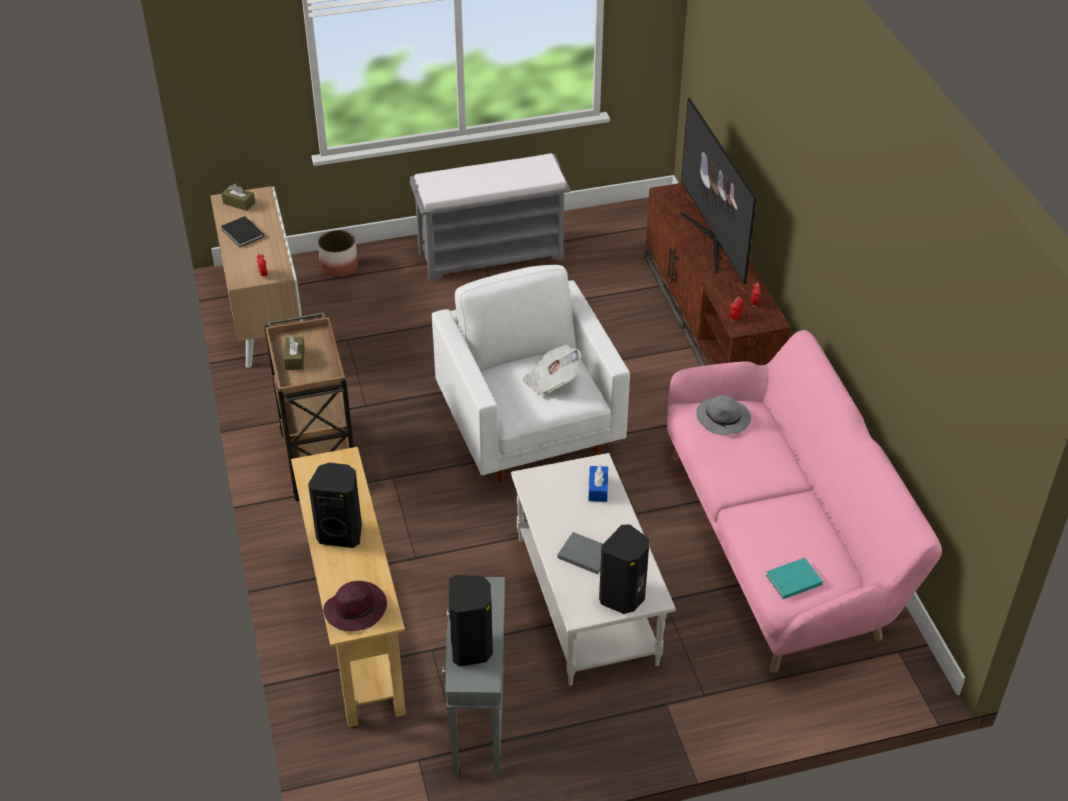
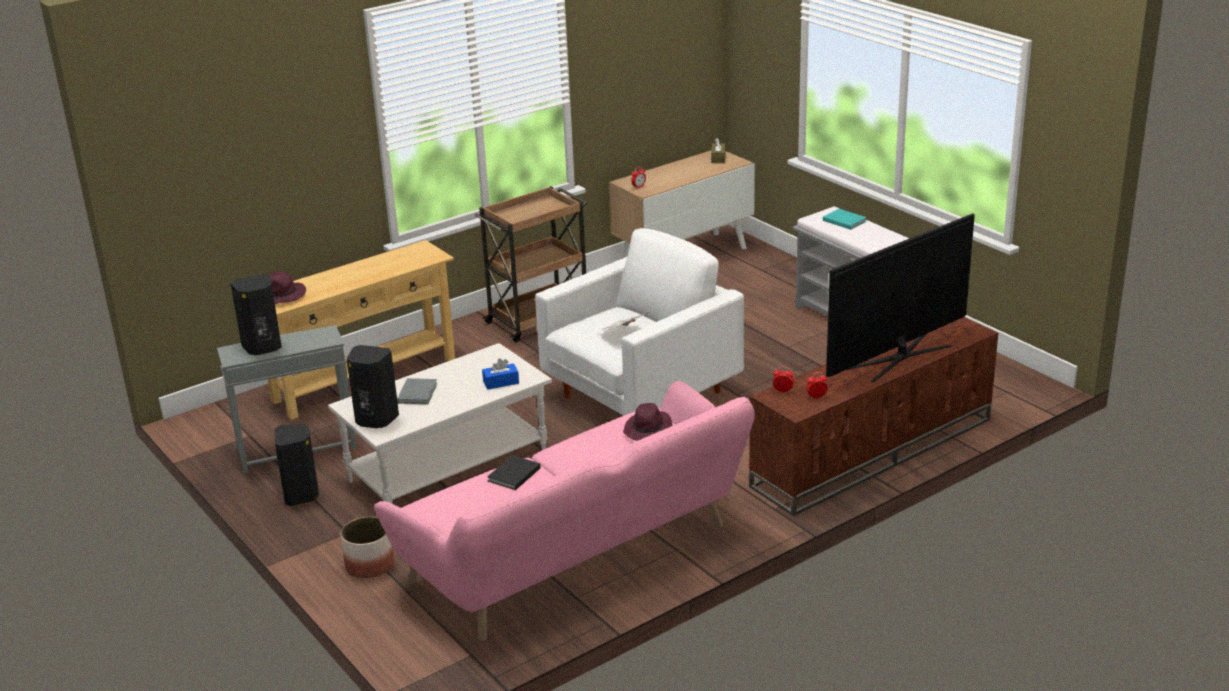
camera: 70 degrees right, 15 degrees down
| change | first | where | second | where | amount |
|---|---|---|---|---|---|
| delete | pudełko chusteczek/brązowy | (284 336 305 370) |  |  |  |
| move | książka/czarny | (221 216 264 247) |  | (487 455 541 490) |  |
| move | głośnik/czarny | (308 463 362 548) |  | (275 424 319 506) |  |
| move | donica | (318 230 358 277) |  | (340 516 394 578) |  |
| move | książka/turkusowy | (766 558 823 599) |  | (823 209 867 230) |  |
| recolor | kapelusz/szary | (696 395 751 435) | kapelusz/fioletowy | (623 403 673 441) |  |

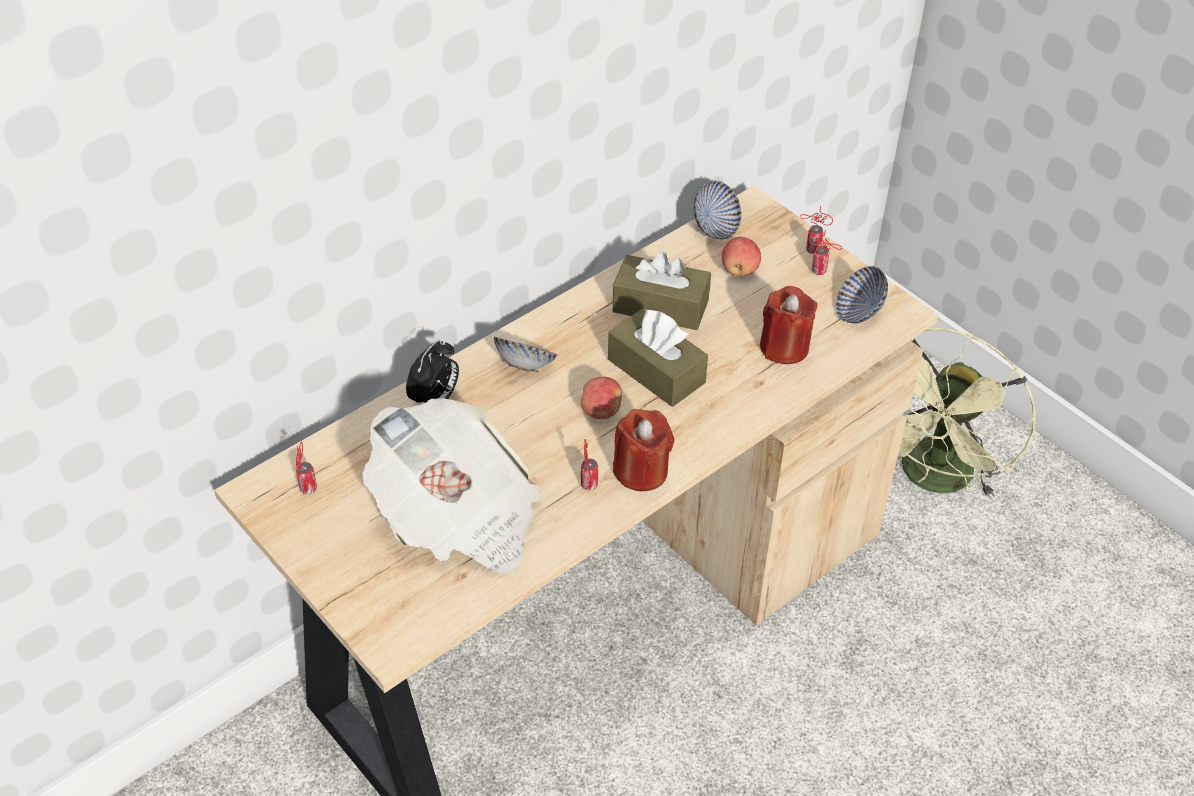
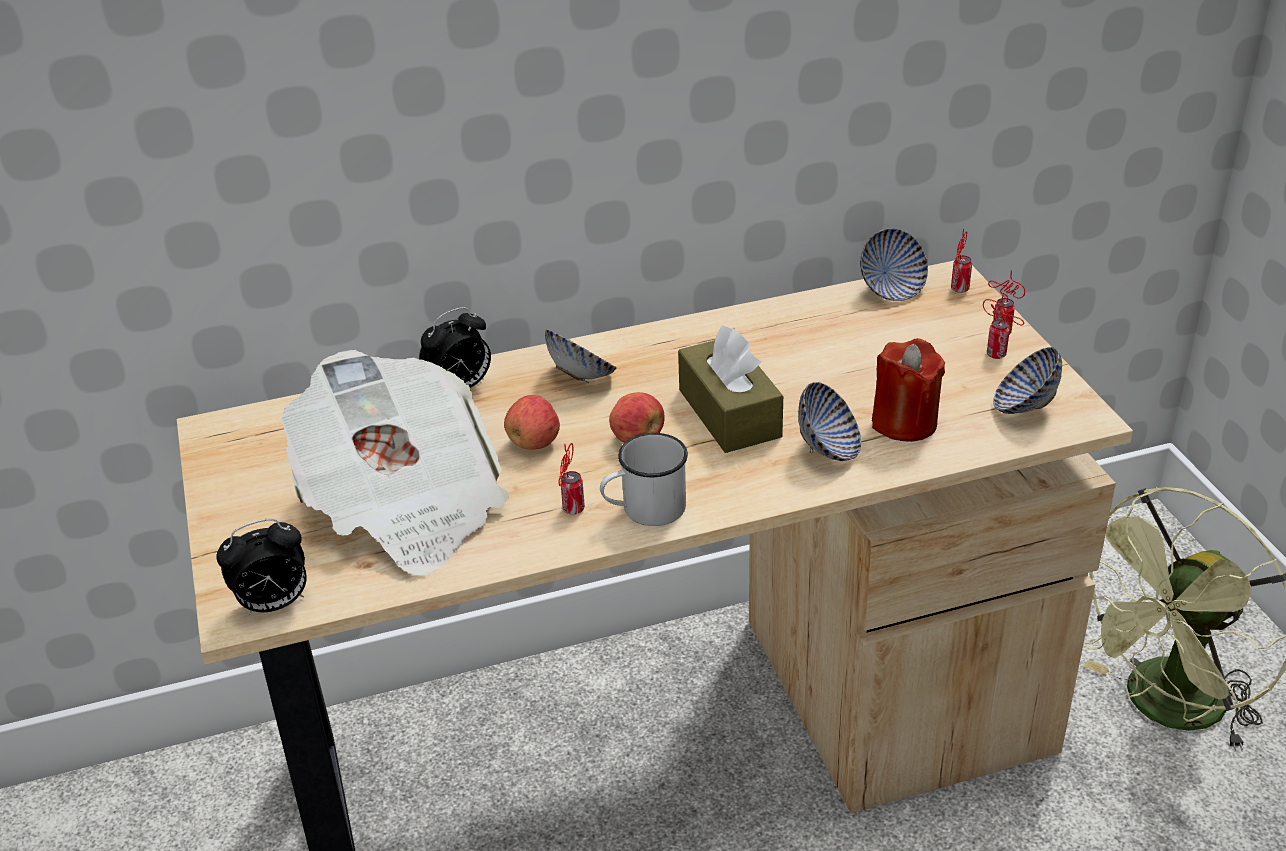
camera: 25 degrees right, 10 degrees down
| change | first | where | second | where | amount |
|---|---|---|---|---|---|
| delete | pudełko chusteczek/brązowy | (613 252 711 330) |  |  |  |
| insert |  |  | budzik | (216 518 307 616) |  |
| insert |  |  | miska | (798 382 861 461) |  |
| move | puszka | (296 442 317 494) |  | (951 229 972 293) |  |
| move | jabłko | (722 237 761 276) |  | (504 395 560 449) |  |
| replace | świeca/czerwony | (613 409 674 491) | kubek/biały | (600 433 688 526) |  |

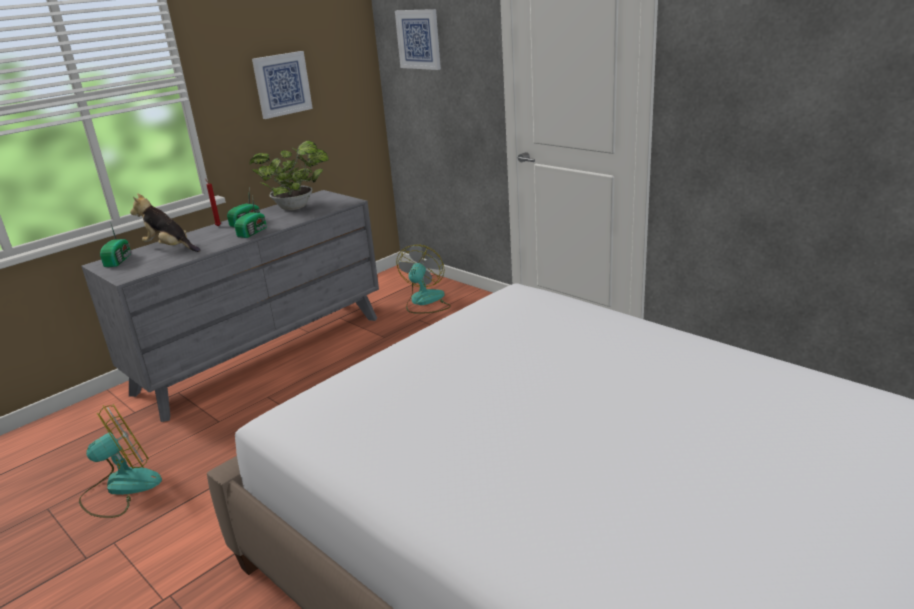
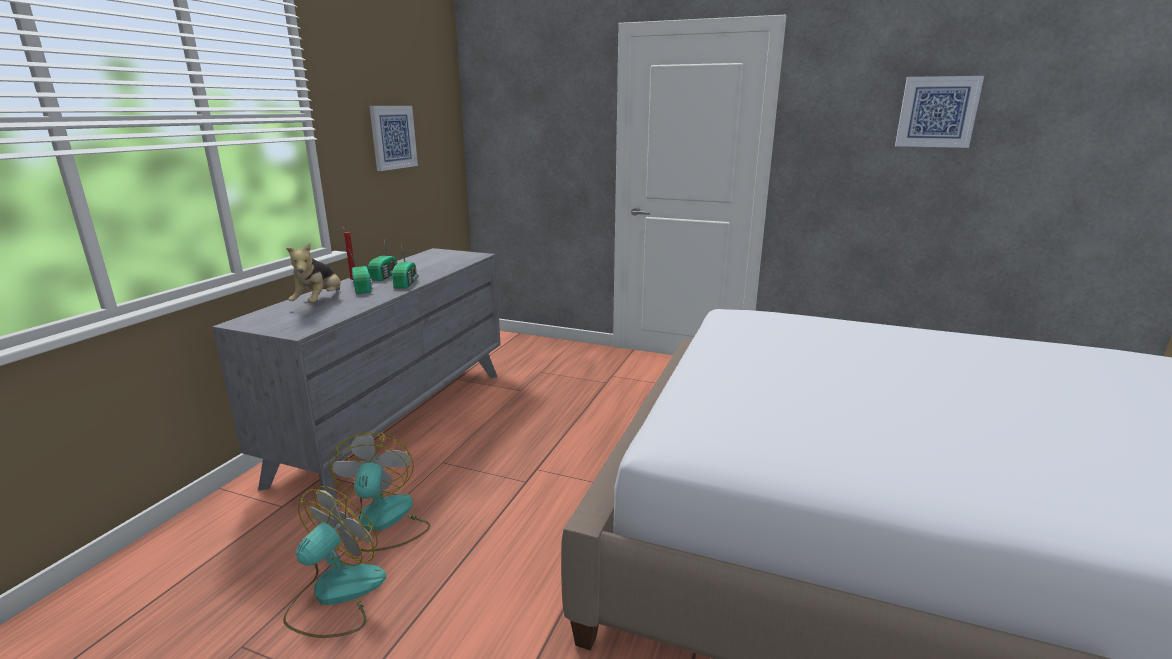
camera: 25 degrees left, 5 degrees down
| change | first | where | second | where | amount |
|---|---|---|---|---|---|
| delete | roślina doniczkowa | (249 140 329 210) |  |  |  |
| move | radio | (100 221 132 267) |  | (349 250 373 294) |  |
| move | obraz | (395 9 441 70) |  | (895 76 984 148) |  |
| move | wentylator | (396 245 451 314) |  | (329 432 431 552) |  |
| rotate | pluszak | (130 193 200 252) |  | (287 243 341 303) | 90 degrees counterclockwise |

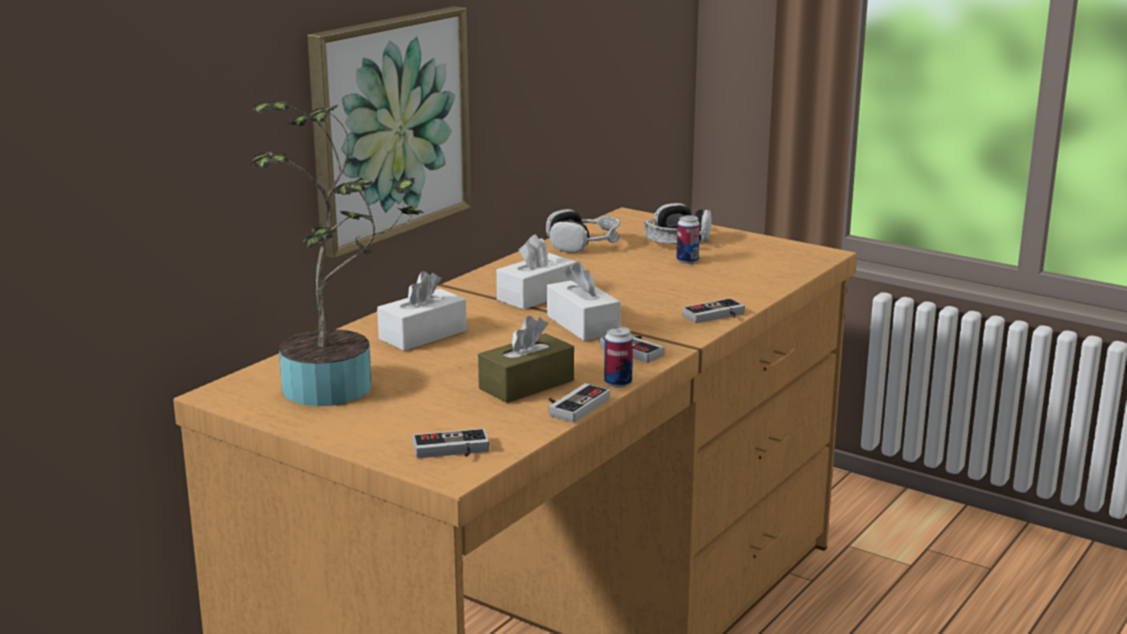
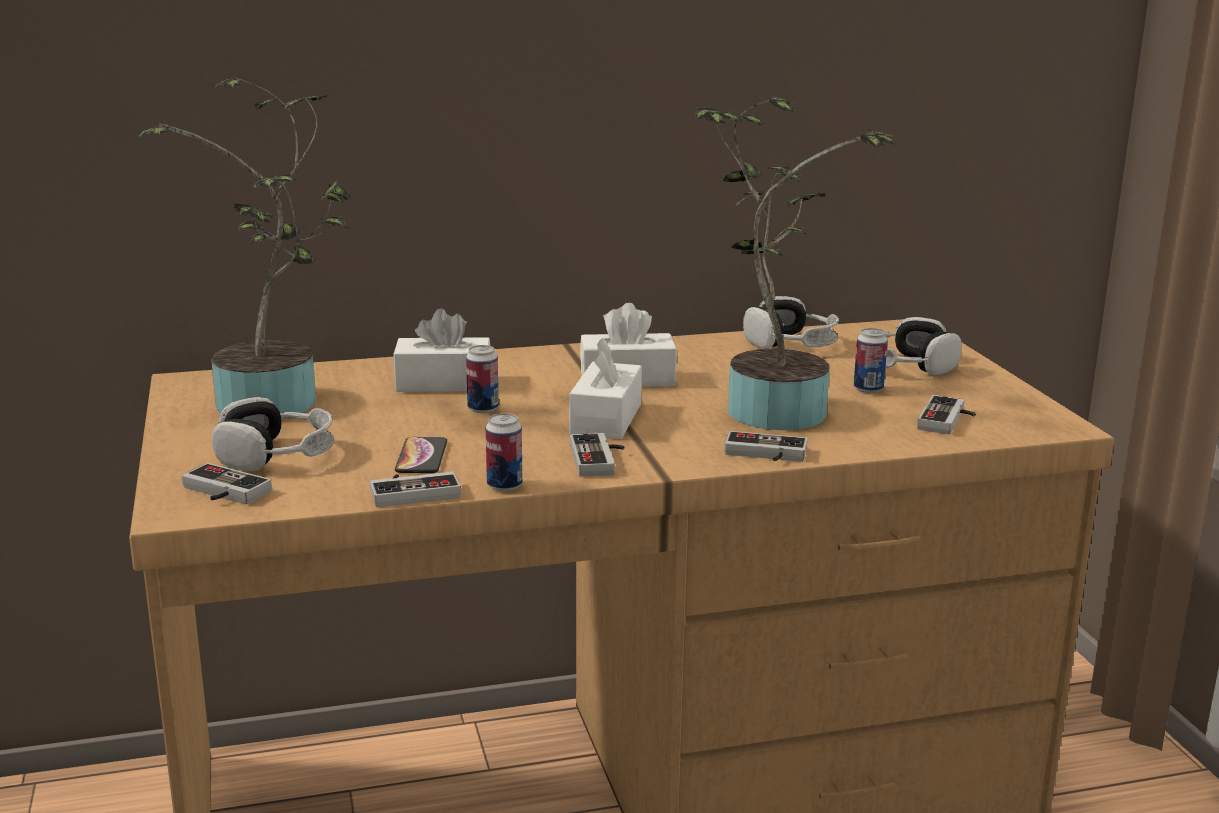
camera: 40 degrees right, 0 degrees up
| change | first | where | second | where | amount |
|---|---|---|---|---|---|
| delete | obraz | (307 6 471 258) |  |  |  |
| insert |  |  | słuchawki | (211 397 334 471) |  |
| insert |  |  | puszka | (466 345 499 413) |  |
| insert |  |  | roślina doniczkowa | (693 96 895 430) |  |
| insert |  |  | pad do gier | (917 395 976 434) |  |
| replace | pudełko chusteczek/brązowy | (478 316 574 403) | telefon | (395 437 447 473) |  |

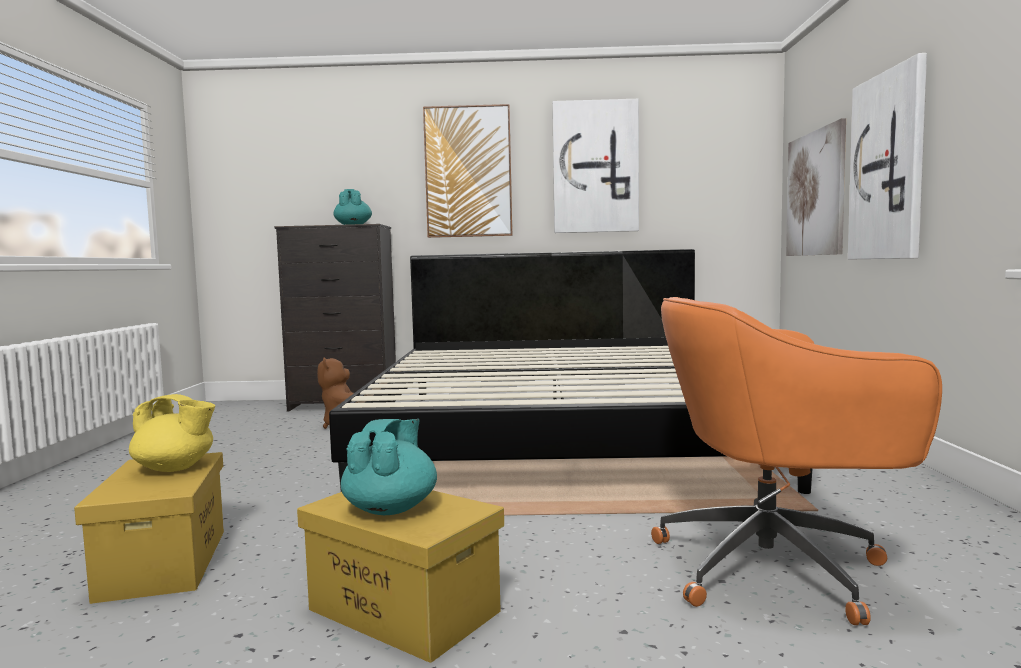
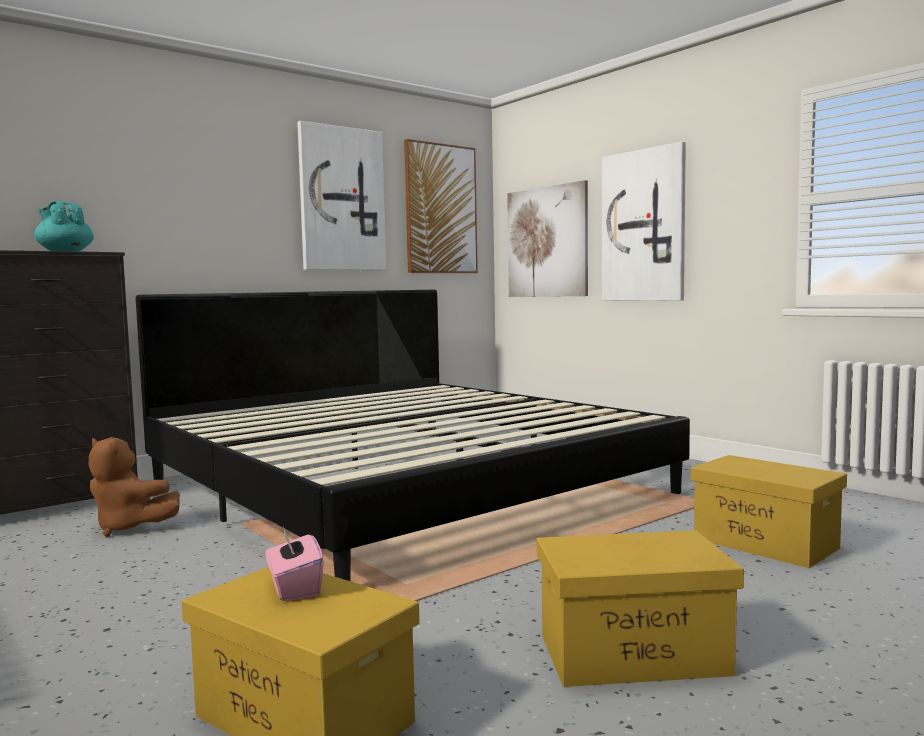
camera: 40 degrees left, 0 degrees up
| change | first | where | second | where | amount |
|---|---|---|---|---|---|
| delete | imbryk/turkusowy | (341 419 437 515) |  |  |  |
| move | obraz | (423 104 512 238) |  | (404 139 478 273) |  |
| replace | imbryk/żółty | (129 394 215 472) | pudełko chusteczek/różowy | (265 527 324 601) |  |
| replace | krzesło biurowe/pomarańczowy | (651 297 942 625) | pojemnik do przechowywania/żółty | (691 455 847 568) |  |

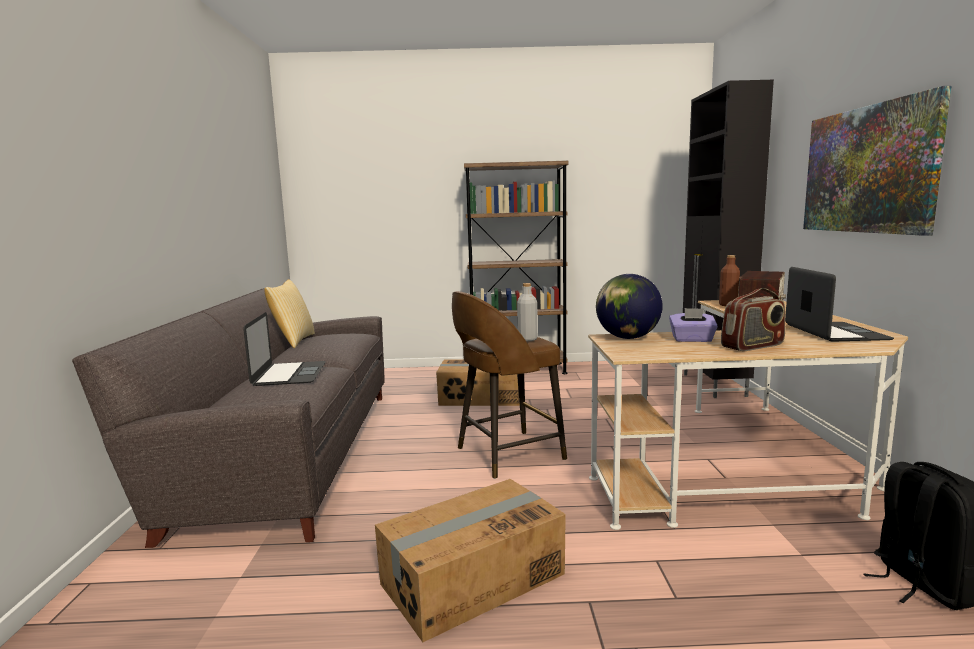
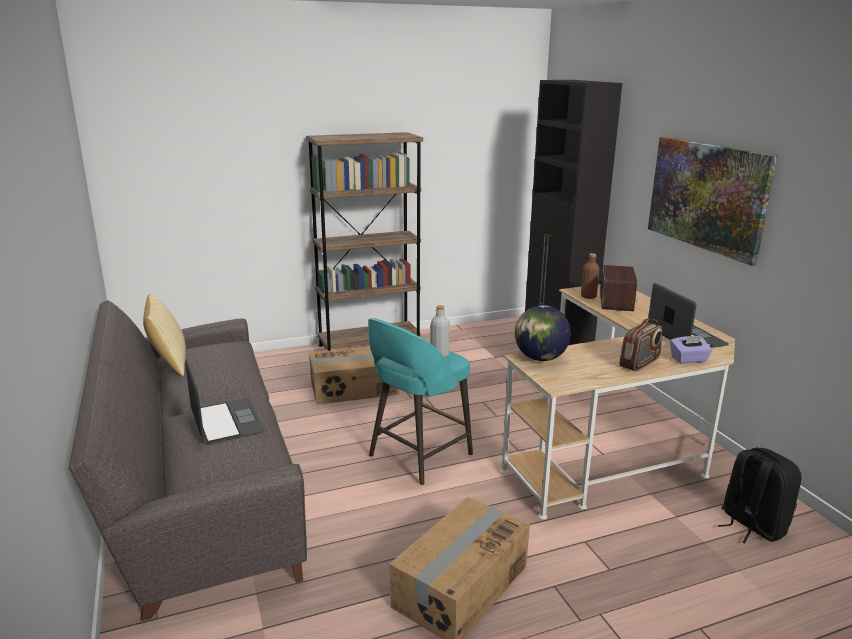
camera: 20 degrees left, 10 degrees up
| change | first | where | second | where | amount |
|---|---|---|---|---|---|
| move | pudełko chusteczek/fioletowy | (669 308 718 342) |  | (670 336 712 363) |  |
| recolor | stołek/brązowy | (452 291 567 479) | stołek/turkusowy | (369 318 473 485) |  |

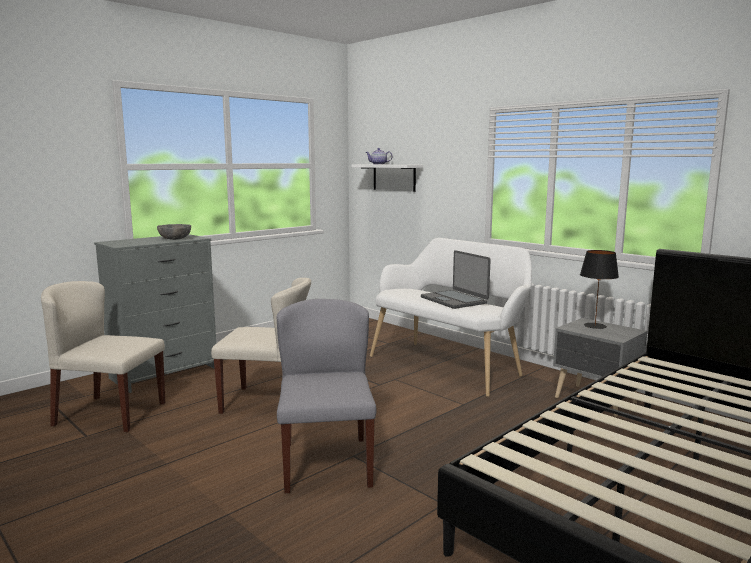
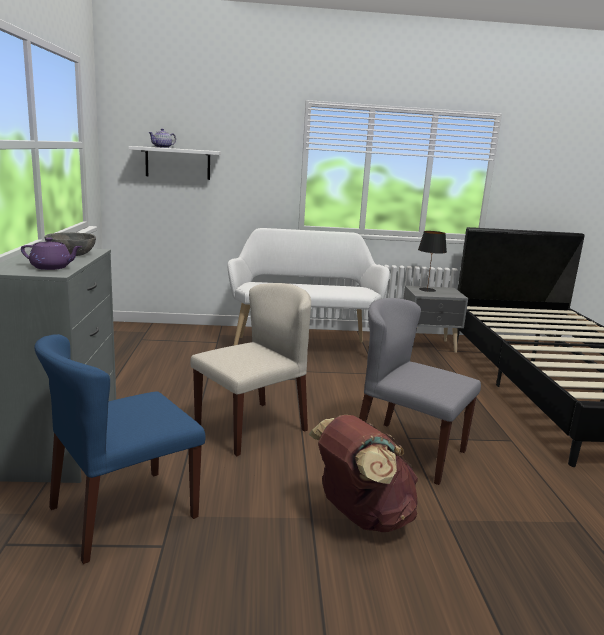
camera: 50 degrees left, 5 degrees up
| change | first | where | second | where | amount |
|---|---|---|---|---|---|
| delete | laptop | (421 250 491 309) |  |  |  |
| insert |  |  | imbryk/fioletowy | (21 238 82 270) |  |
| insert |  |  | plecak/brązowy | (309 415 418 532) |  |
| recolor | krzesło/beżowy | (41 281 165 432) | krzesło/niebieski | (34 334 205 564) |  |

